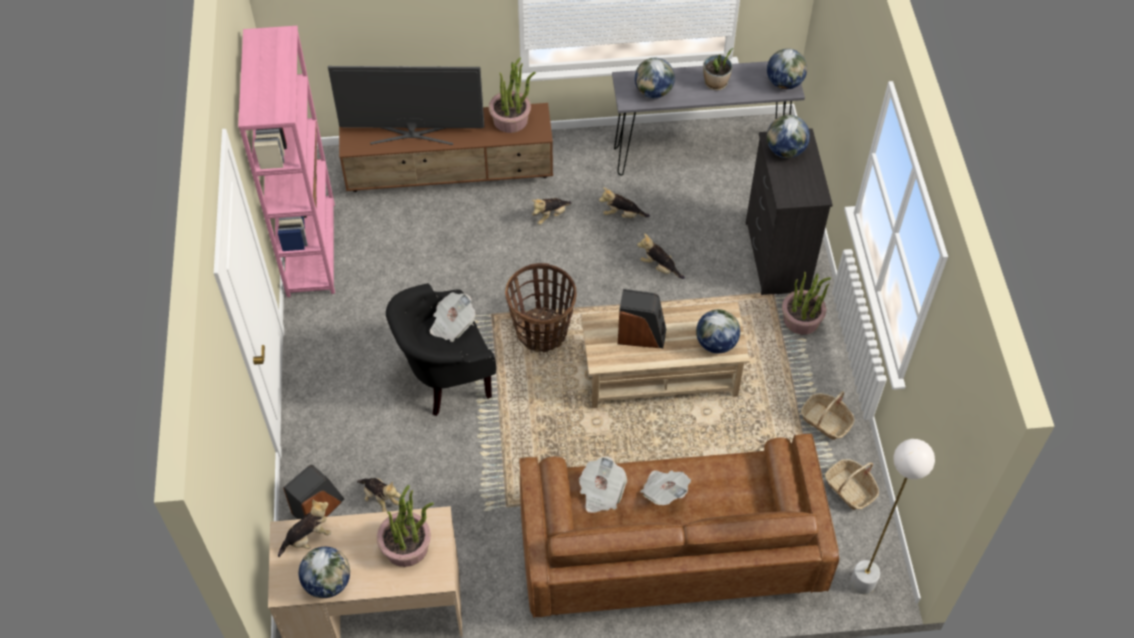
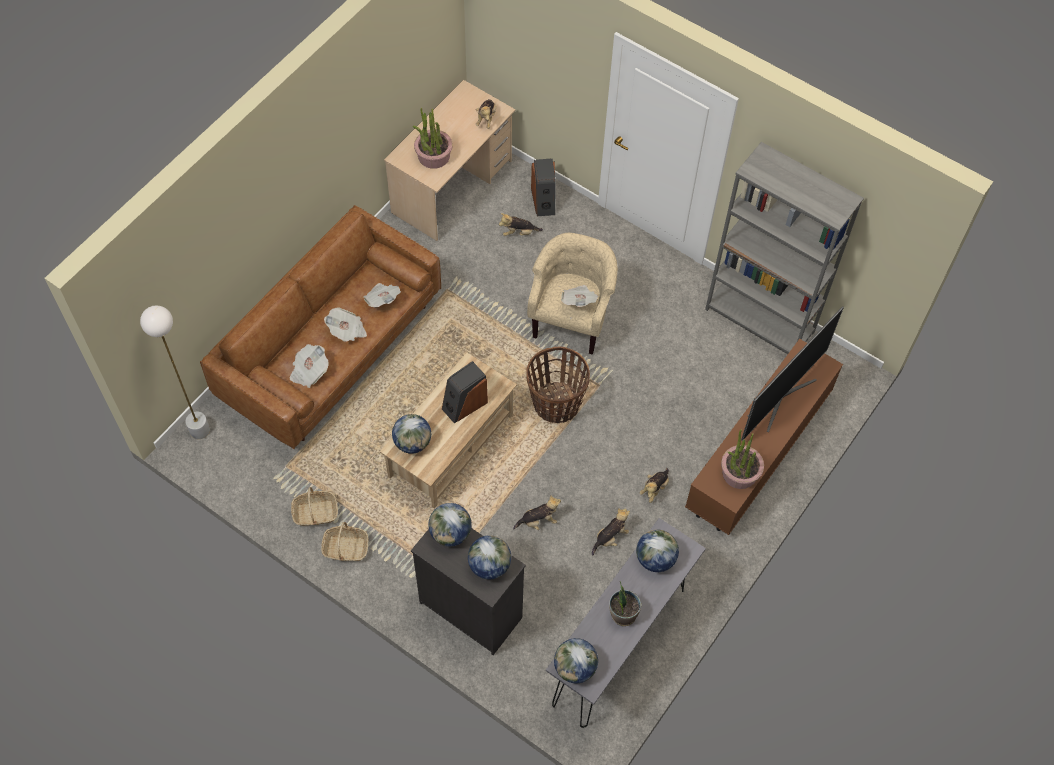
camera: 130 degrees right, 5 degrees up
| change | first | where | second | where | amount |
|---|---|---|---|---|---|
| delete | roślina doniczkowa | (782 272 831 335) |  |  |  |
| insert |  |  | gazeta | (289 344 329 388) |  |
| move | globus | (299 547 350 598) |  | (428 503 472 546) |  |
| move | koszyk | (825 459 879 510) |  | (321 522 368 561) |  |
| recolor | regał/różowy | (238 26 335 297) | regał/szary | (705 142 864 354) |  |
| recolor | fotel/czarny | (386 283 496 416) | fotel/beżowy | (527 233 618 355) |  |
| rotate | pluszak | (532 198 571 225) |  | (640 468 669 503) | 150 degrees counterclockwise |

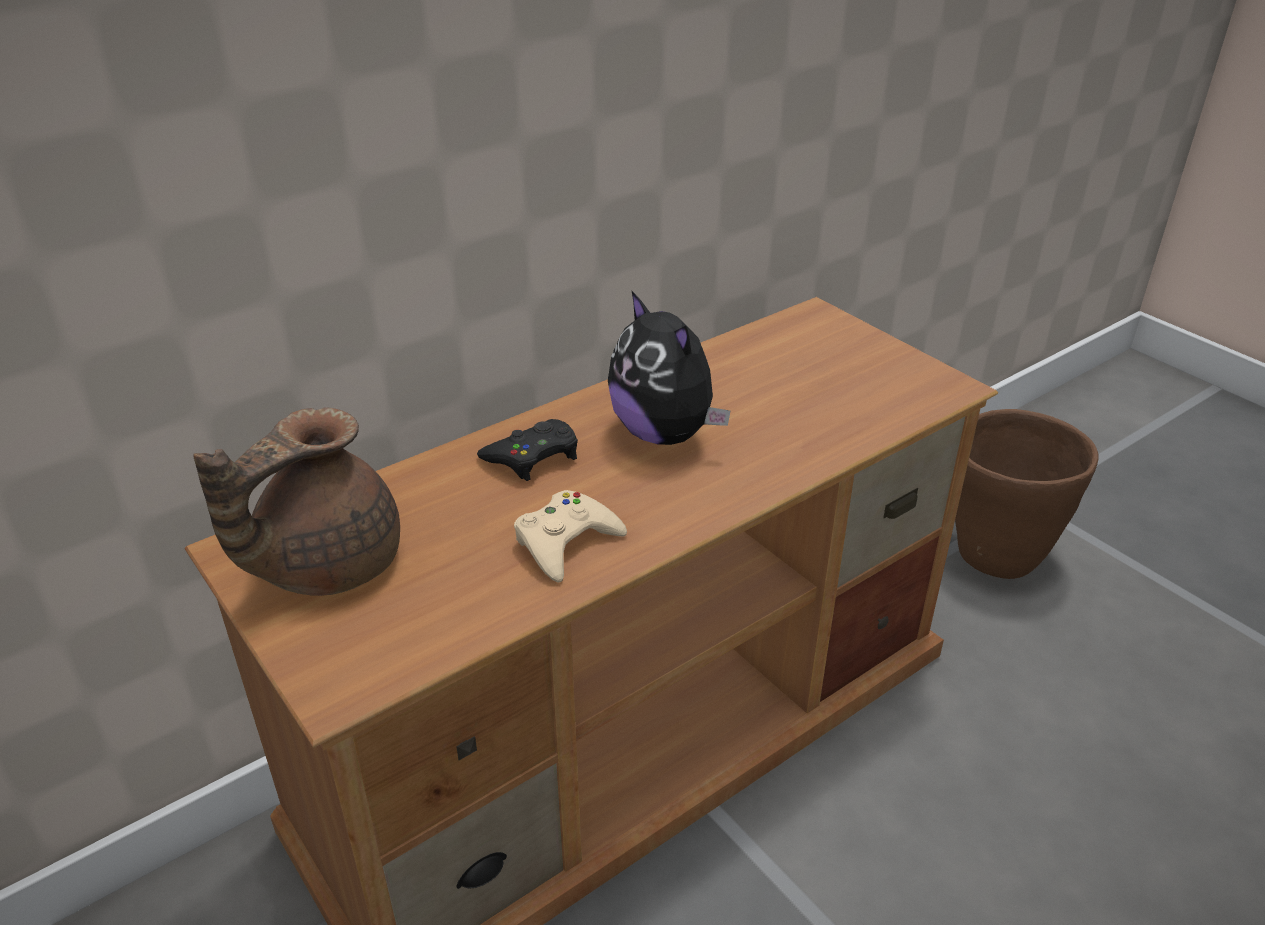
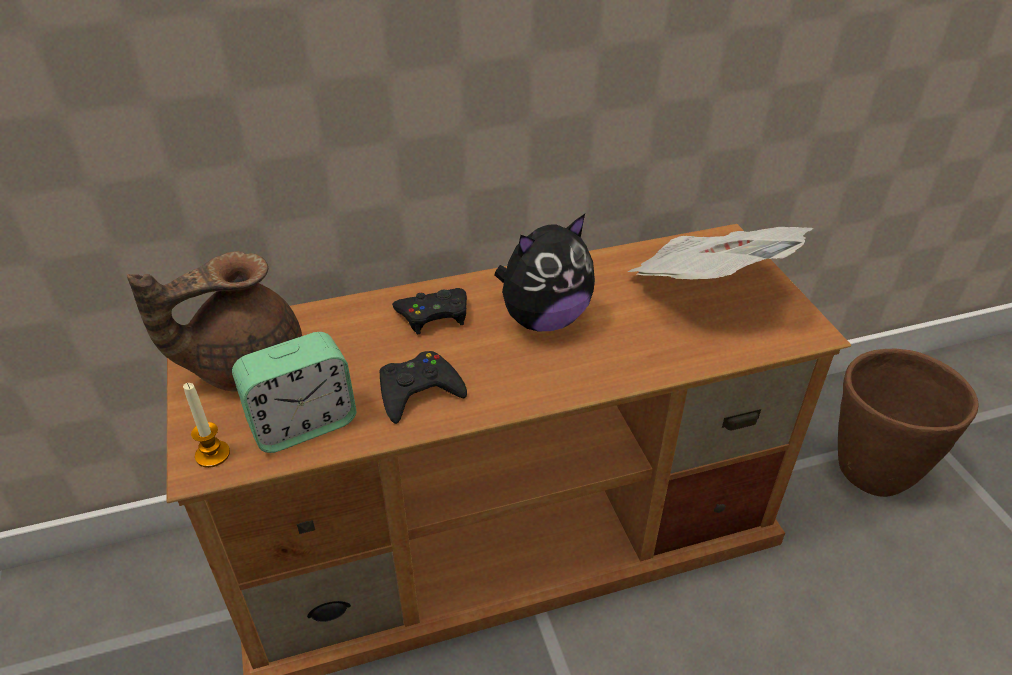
camera: 20 degrees right, 5 degrees up
| change | first | where | second | where | amount |
|---|---|---|---|---|---|
| insert |  |  | świeca | (183 383 230 468) |  |
| insert |  |  | budzik | (232 332 356 453) |  |
| insert |  |  | gazeta | (628 227 813 280) |  |
| recolor | pad do gier/beżowy | (514 490 627 582) | pad do gier/czarny | (379 351 467 424) |  |
| rotate | pluszak | (608 290 730 445) |  | (494 214 595 331) | 105 degrees counterclockwise |

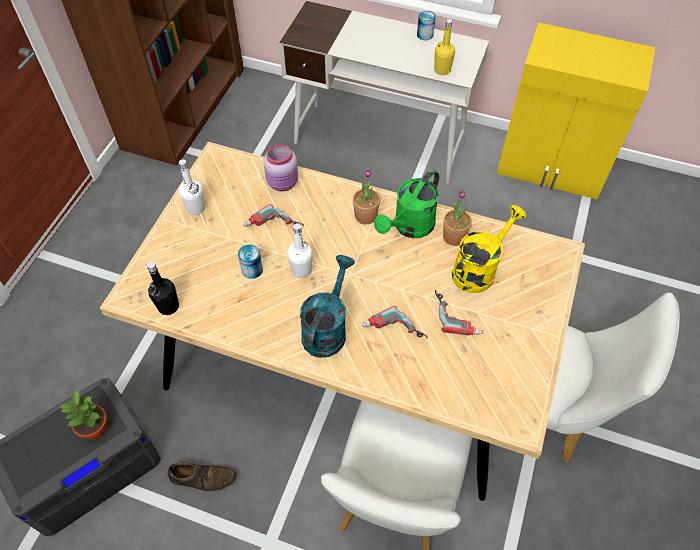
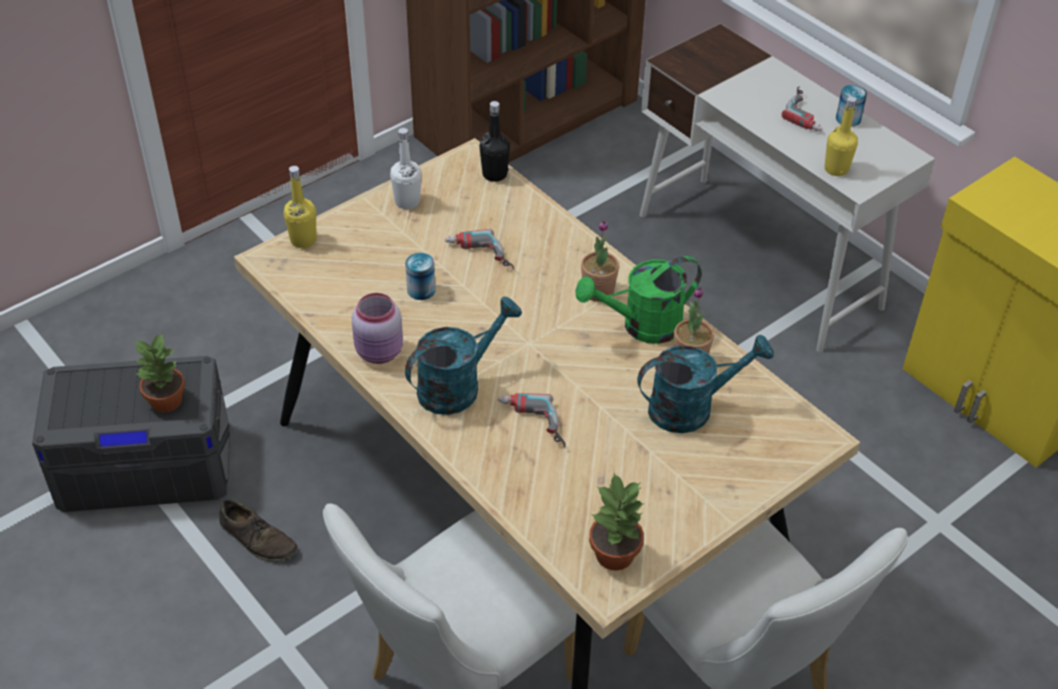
camera: 30 degrees right, 10 degrees down
| change | first | where | second | where | amount |
|---|---|---|---|---|---|
| delete | butelka/biały | (287 223 313 278) |  |  |  |
| insert |  |  | butelka/żółty | (284 166 317 248) |  |
| insert |  |  | roślina doniczkowa | (589 473 645 570) |  |
| move | butelka/czarny | (147 261 179 315) |  | (479 101 510 182) |  |
| move | słoik/różowy | (263 144 298 191) |  | (352 293 403 364) |  |
| move | wiertarka | (435 290 483 335) |  | (782 86 822 131) |  |
| recolor | konewka/żółty | (452 205 527 293) | konewka/turkusowy | (637 335 774 433) |  |

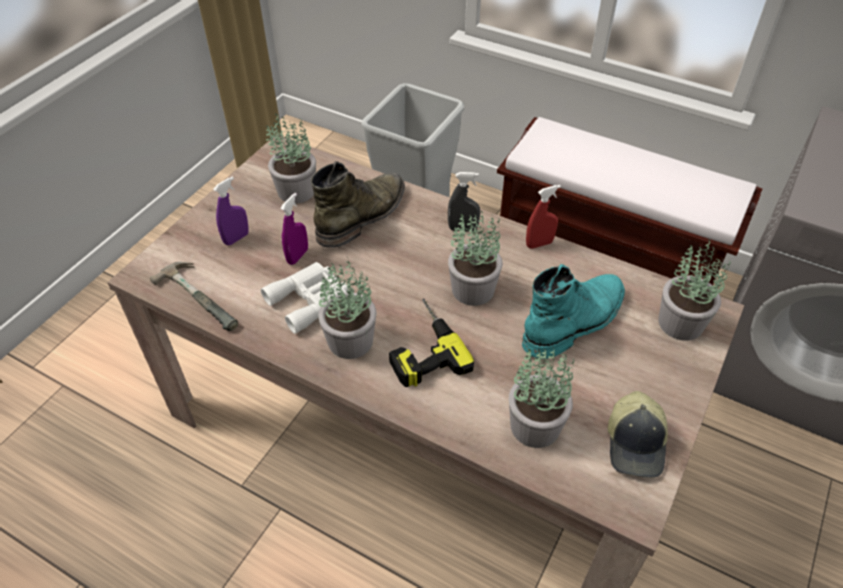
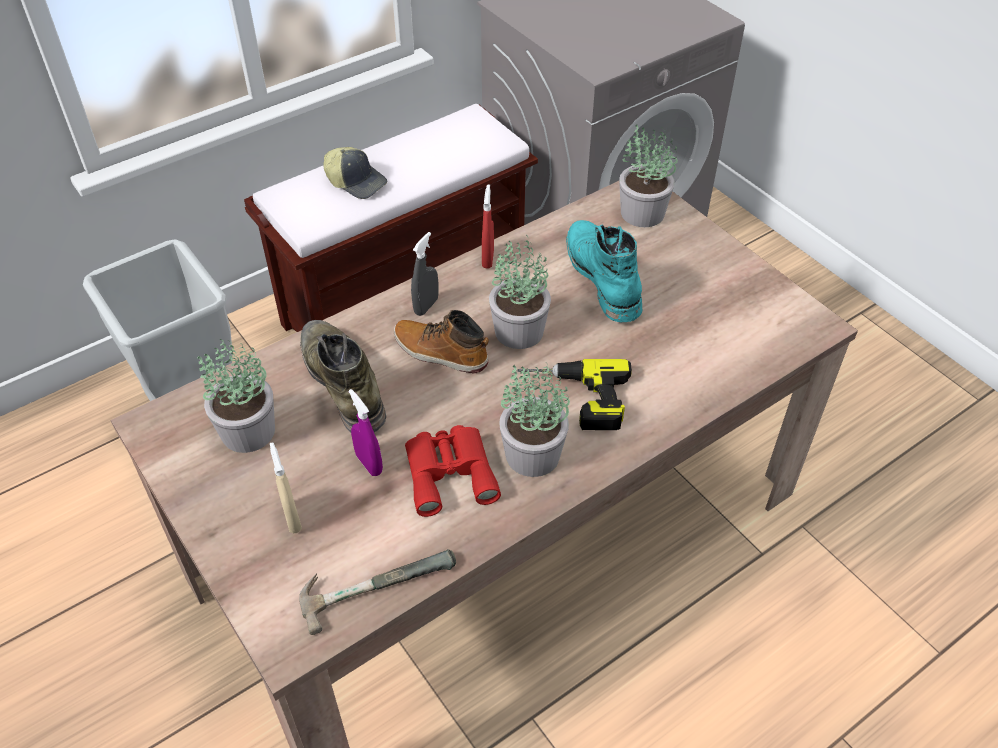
camera: 65 degrees left, 0 degrees up
| change | first | where | second | where | amount |
|---|---|---|---|---|---|
| delete | roślina doniczkowa | (509 348 574 448) |  |  |  |
| insert |  |  | but z cholewką | (394 310 489 373) |  |
| move | czapka z daszkiem | (608 391 668 478) |  | (323 147 388 199) |  |
| recolor | spryskiwacz/fioletowy | (213 176 249 246) | spryskiwacz/beżowy | (270 442 302 533) |  |
| recolor | lornetka/biały | (261 262 348 334) | lornetka/czerwony | (405 425 501 517) |  |

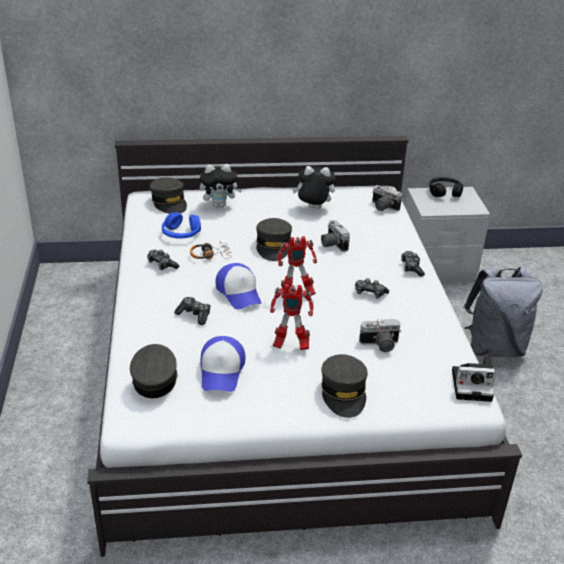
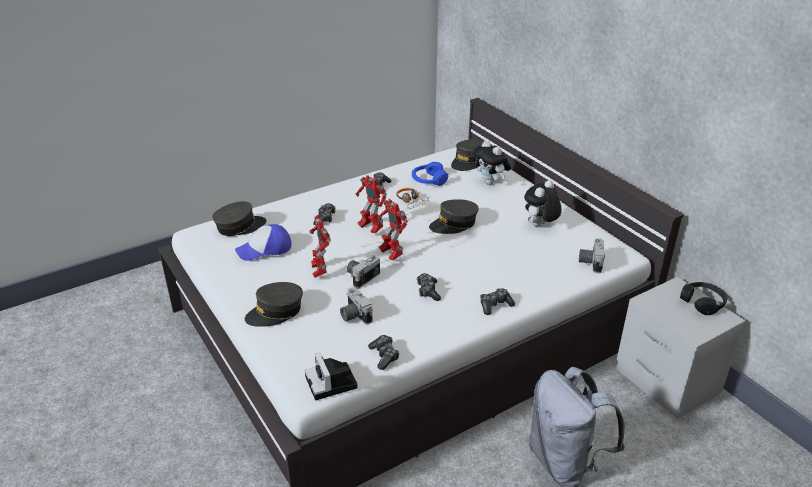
camera: 65 degrees right, 0 degrees up
| change | first | where | second | where | amount |
|---|---|---|---|---|---|
| insert |  |  | pad do gier | (368 335 399 370) |  |
| move | aparat fotograficzny | (321 220 350 252) |  | (347 255 380 288) |  |
| replace | czapka z daszkiem | (215 263 261 310) | robot zabawkowy | (356 175 387 233) |  |
| rotate | pluszak | (292 166 335 209) |  | (524 180 562 226) | 120 degrees counterclockwise |

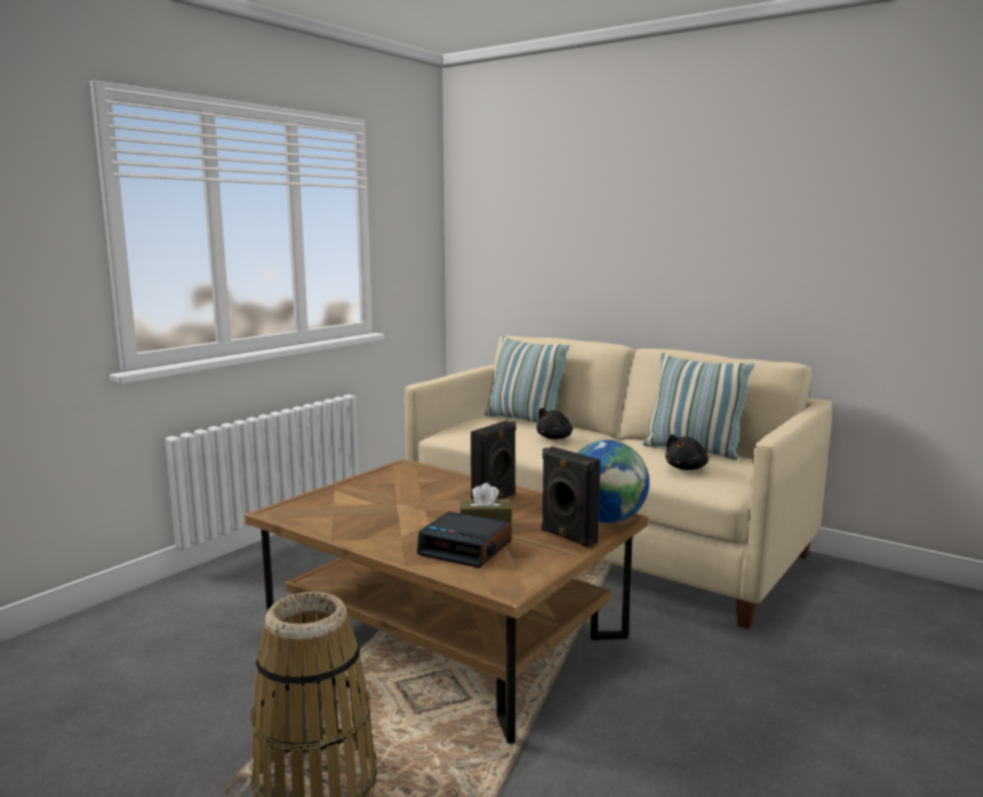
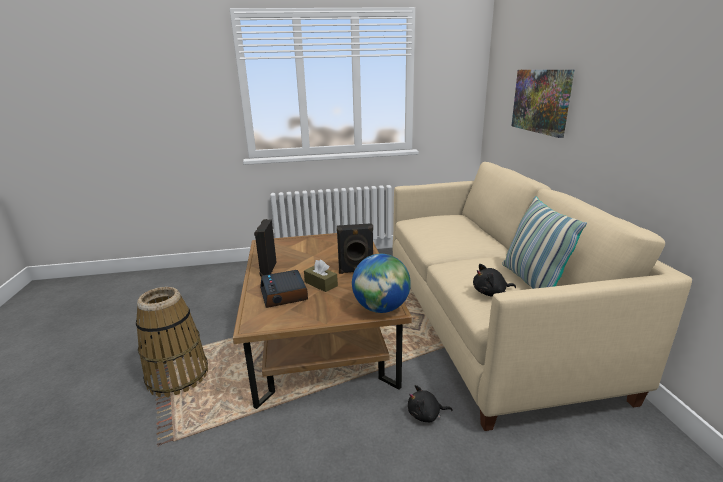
camera: 45 degrees right, 10 degrees up
| change | first | where | second | where | amount |
|---|---|---|---|---|---|
| delete | poduszka | (485 336 570 423) |  |  |  |
| insert |  |  | obraz | (512 70 574 138) |  |
| move | pluszak/czarny | (537 408 573 439) |  | (408 385 453 422) |  |
| move | głośnik/czarny | (541 447 600 548) |  | (254 219 277 277) |  |

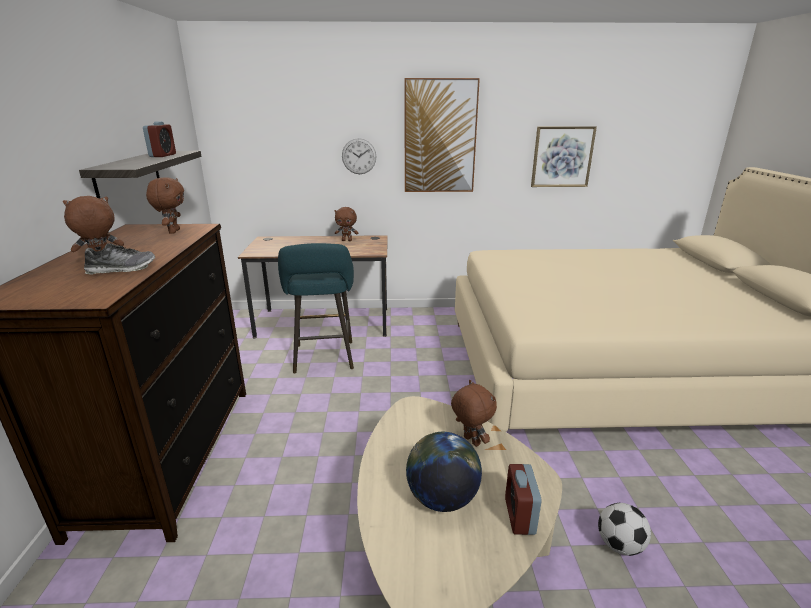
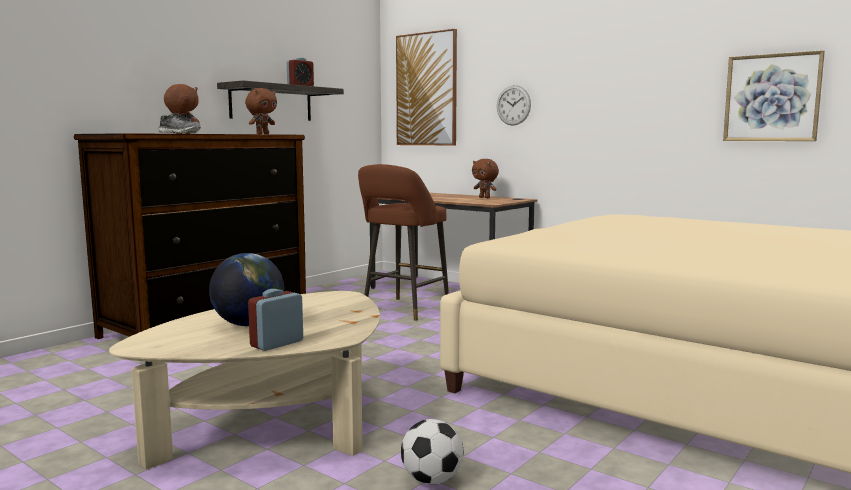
camera: 40 degrees right, 15 degrees down
| change | first | where | second | where | amount |
|---|---|---|---|---|---|
| delete | pluszak/brązowy | (451 380 497 447) |  |  |  |
| move | obraz | (405 78 480 192) |  | (396 29 457 146) |  |
| recolor | stołek/turkusowy | (278 243 354 373) | stołek/brązowy | (358 164 449 320) |  |

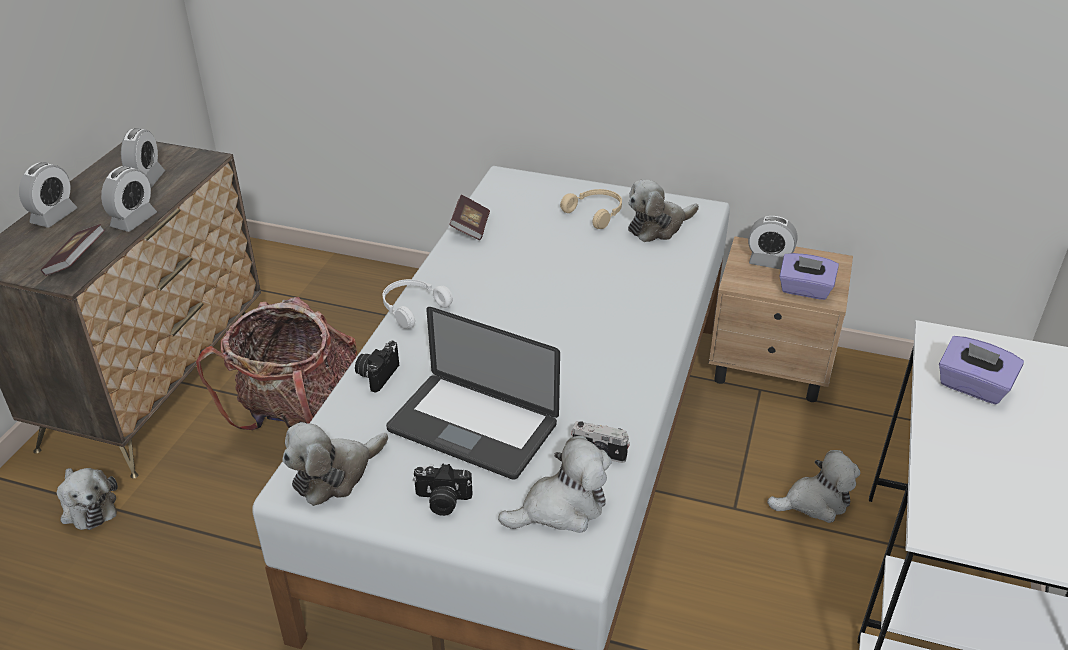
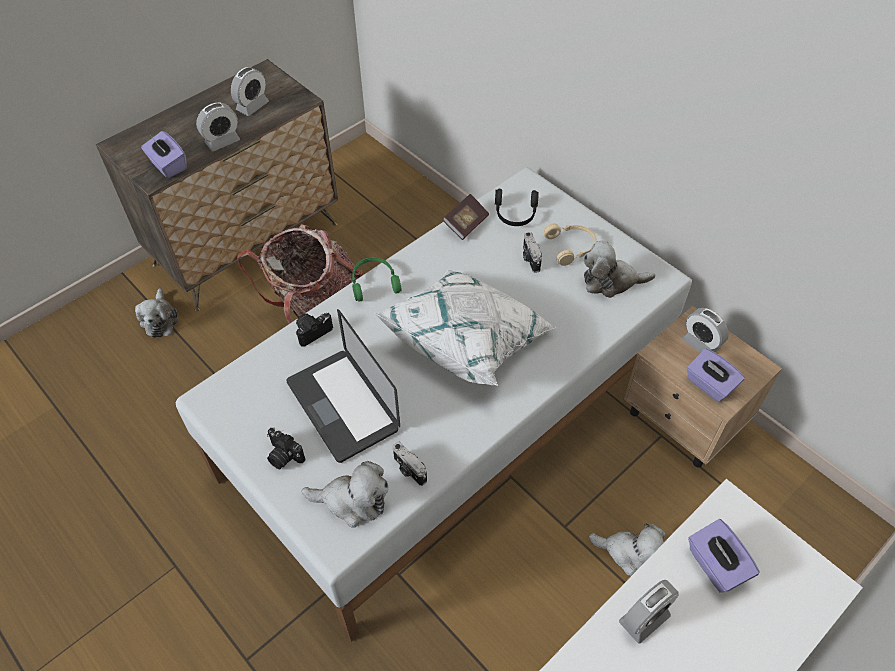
camera: 30 degrees right, 15 degrees up
| change | first | where | second | where | amount |
|---|---|---|---|---|---|
| delete | pluszak | (282 422 388 506) |  |  |  |
| insert |  |  | poduszka/biały | (374 269 557 386) |  |
| insert |  |  | słuchawki/czarny | (495 189 539 226) |  |
| insert |  |  | aparat fotograficzny | (523 232 542 273) |  |
| move | budzik | (19 162 77 228) |  | (619 580 679 644) |  |
| replace | książka | (41 224 105 276) | pudełko chusteczek/fioletowy | (141 131 187 178) |  |
| recolor | słuchawki/biały | (383 279 453 329) | słuchawki/zielony | (352 257 402 302) |  |

